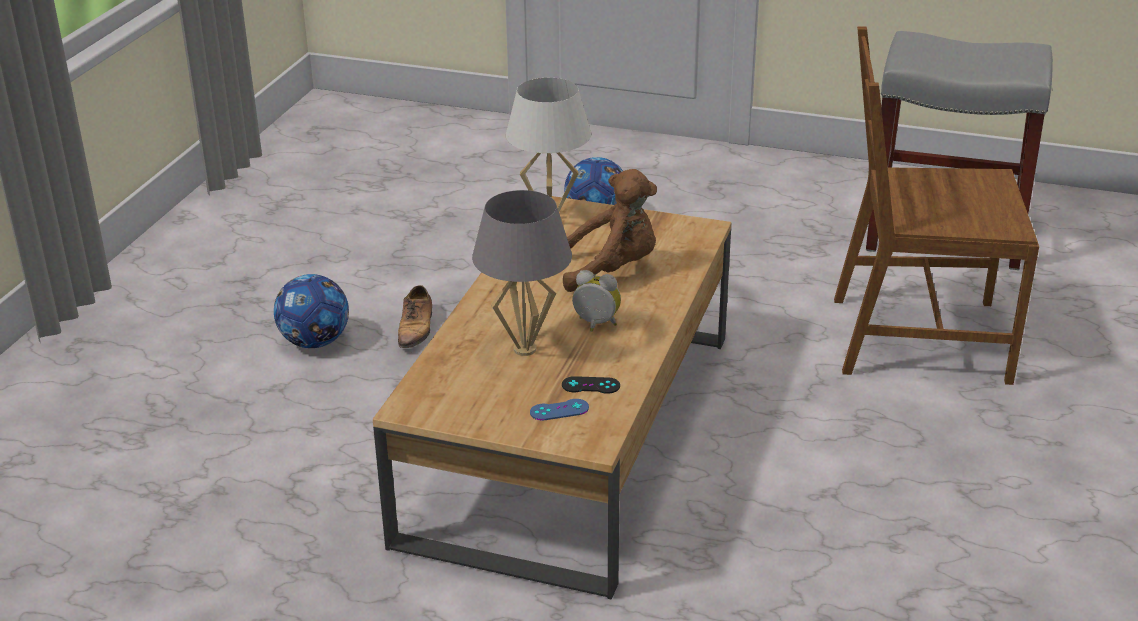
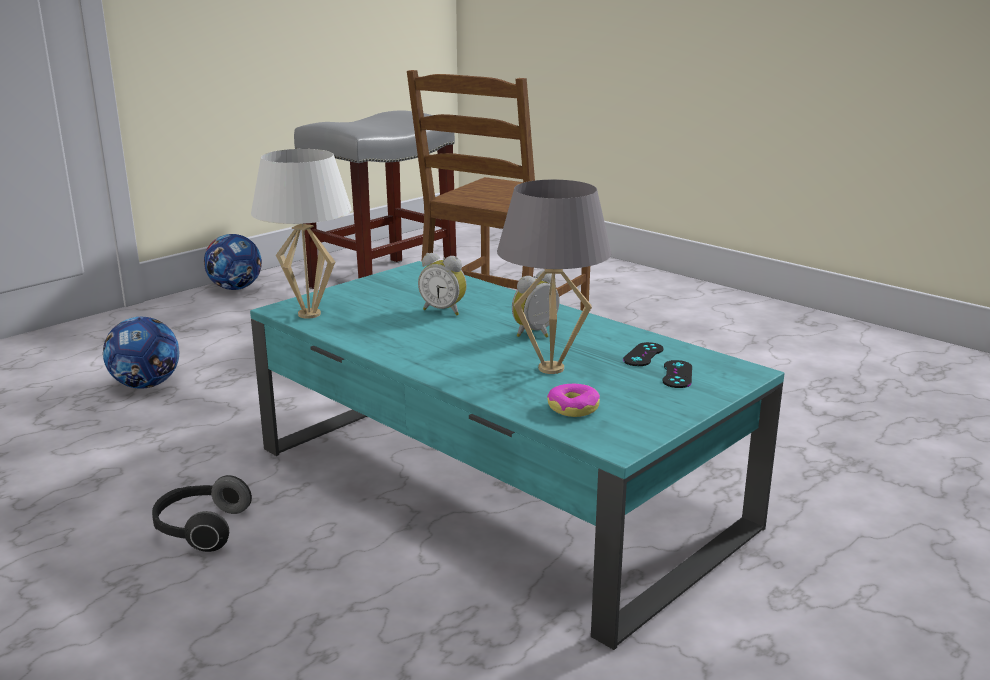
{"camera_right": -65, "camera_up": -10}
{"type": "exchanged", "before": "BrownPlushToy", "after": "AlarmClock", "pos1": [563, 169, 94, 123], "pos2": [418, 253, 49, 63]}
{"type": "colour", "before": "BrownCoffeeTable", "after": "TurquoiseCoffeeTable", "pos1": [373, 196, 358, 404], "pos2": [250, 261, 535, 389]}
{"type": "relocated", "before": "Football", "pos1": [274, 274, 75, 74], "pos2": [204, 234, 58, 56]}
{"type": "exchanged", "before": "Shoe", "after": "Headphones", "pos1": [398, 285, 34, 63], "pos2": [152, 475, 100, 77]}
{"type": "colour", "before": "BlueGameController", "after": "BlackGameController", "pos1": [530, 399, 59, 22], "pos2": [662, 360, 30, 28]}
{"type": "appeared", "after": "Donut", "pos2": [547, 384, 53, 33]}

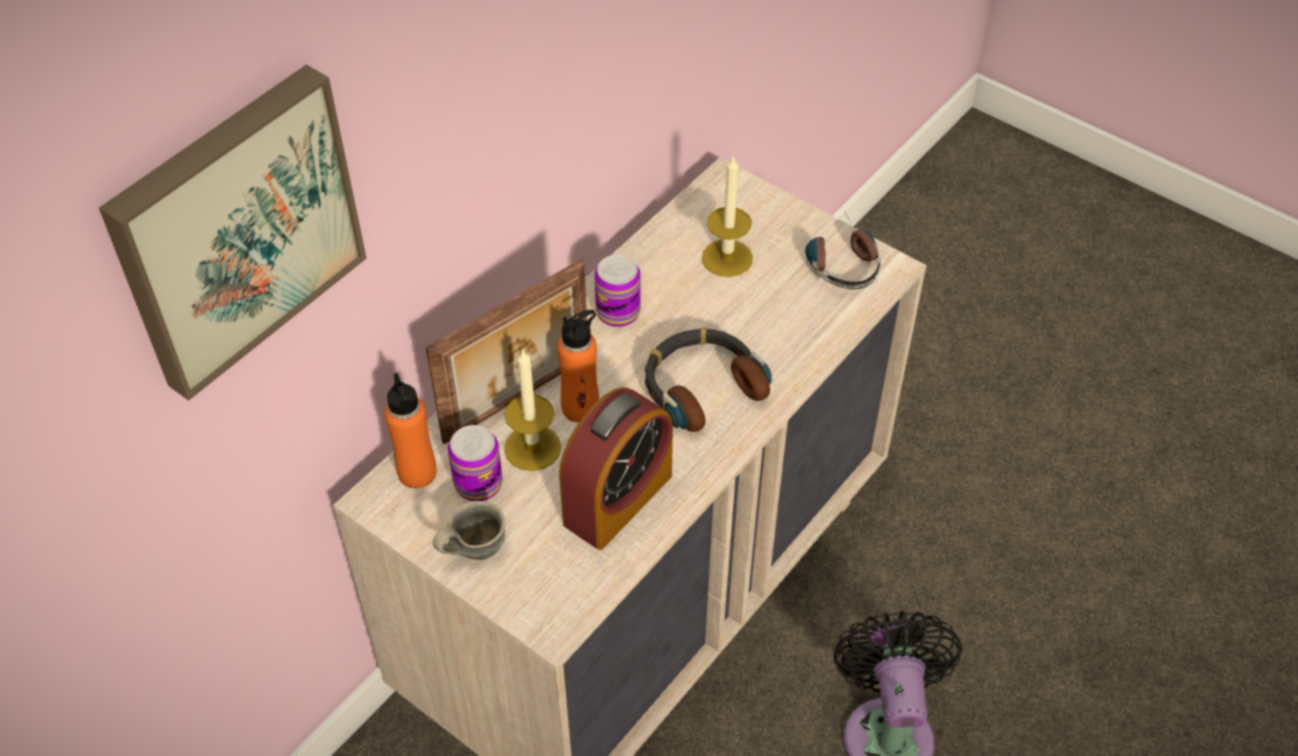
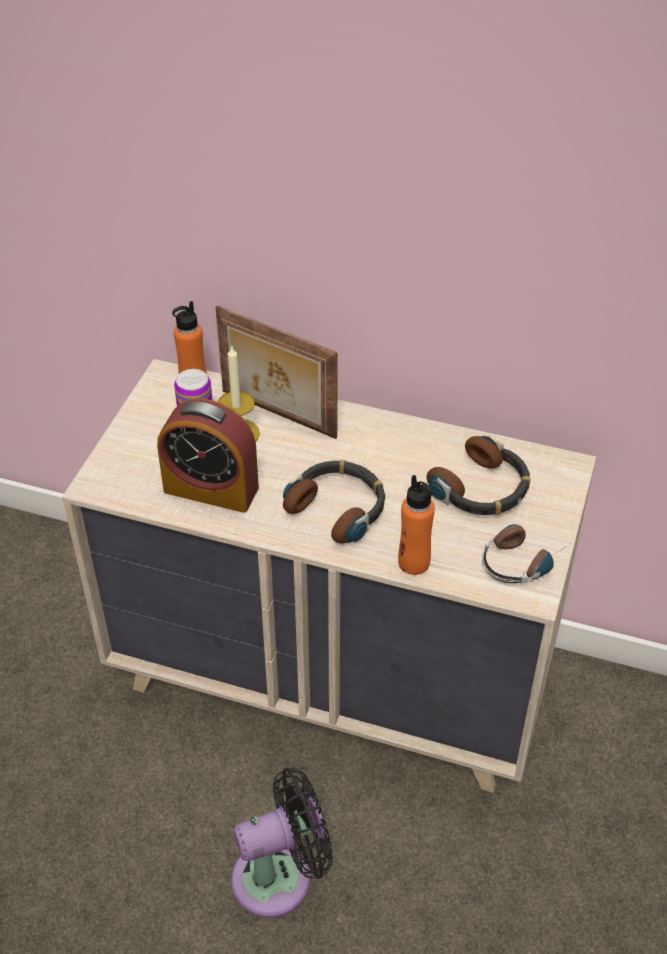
{"camera_right": 70, "camera_up": -5}
{"type": "missing", "before": "Picture", "pos1": [99, 64, 268, 337]}
{"type": "exchanged", "before": "Candle", "after": "Headphones", "pos1": [702, 155, 51, 122], "pos2": [427, 435, 103, 80]}
{"type": "missing", "before": "Can", "pos1": [595, 255, 46, 72]}
{"type": "relocated", "before": "OrangeBottle", "pos1": [557, 310, 42, 113], "pos2": [398, 475, 37, 100]}
{"type": "missing", "before": "GreyMug", "pos1": [433, 501, 72, 59]}

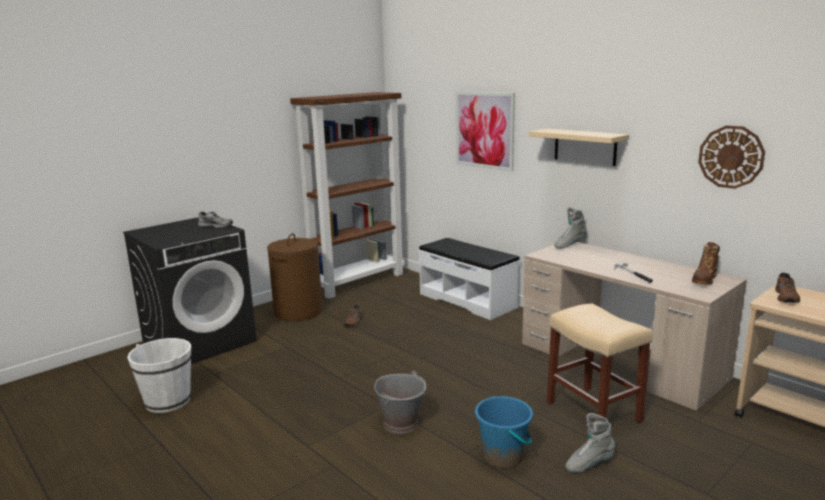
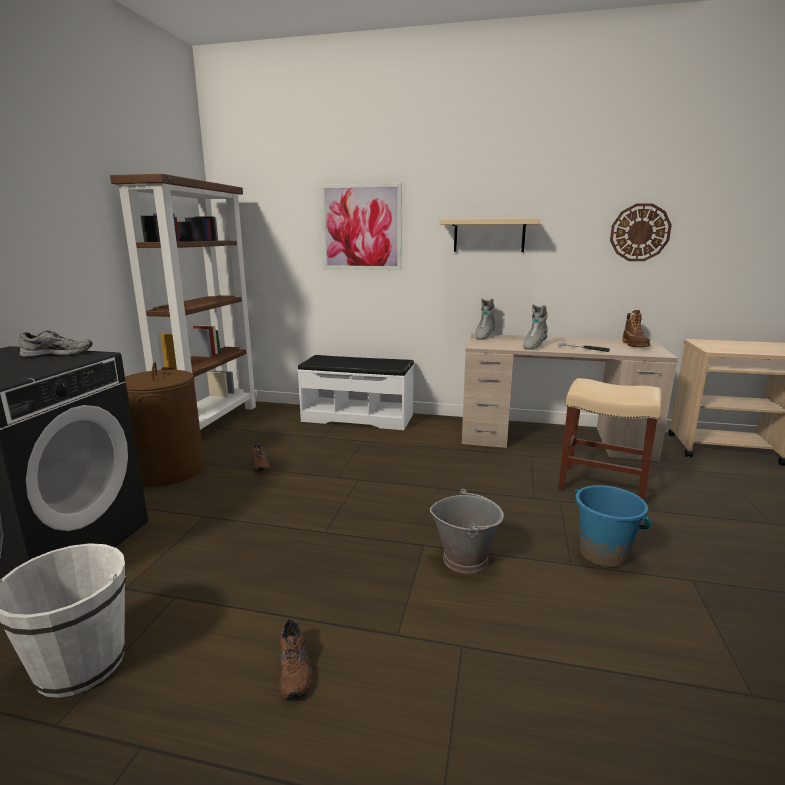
{"camera_right": -35, "camera_up": 0}
{"type": "relocated", "before": "BrownShoe", "pos1": [775, 272, 25, 31], "pos2": [279, 618, 34, 81]}
{"type": "relocated", "before": "GreyBoot", "pos1": [565, 413, 50, 59], "pos2": [523, 304, 25, 46]}

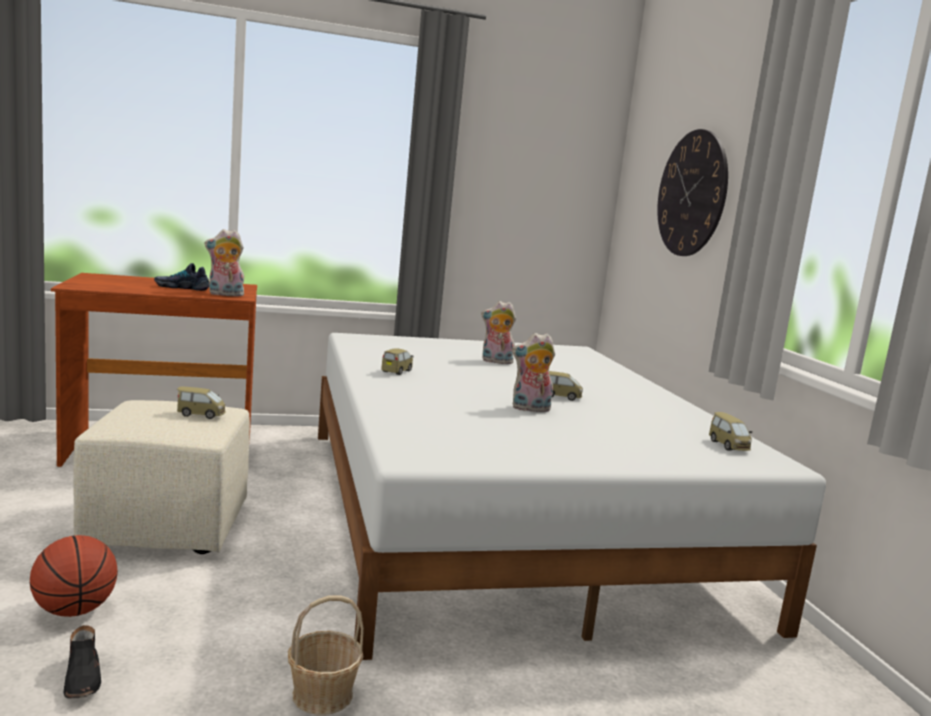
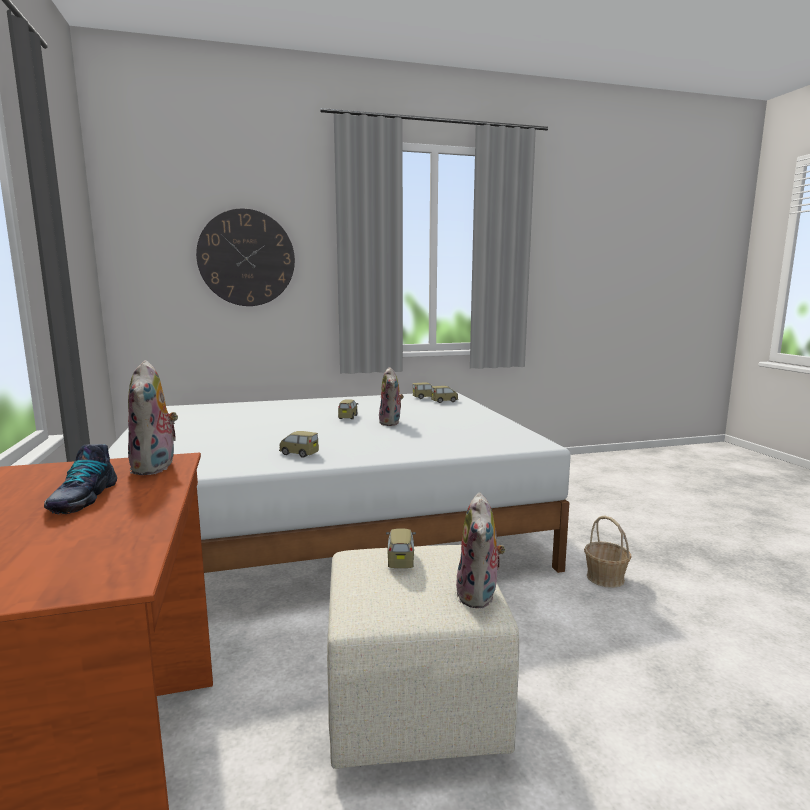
{"camera_right": -90, "camera_up": 0}
{"type": "relocated", "before": "PlushToy", "pos1": [481, 301, 35, 63], "pos2": [456, 492, 50, 116]}
{"type": "missing", "before": "Basketball", "pos1": [30, 535, 88, 82]}
{"type": "missing", "before": "BlackShoe", "pos1": [63, 625, 38, 73]}
{"type": "appeared", "after": "ToyCar", "pos2": [431, 386, 27, 17]}

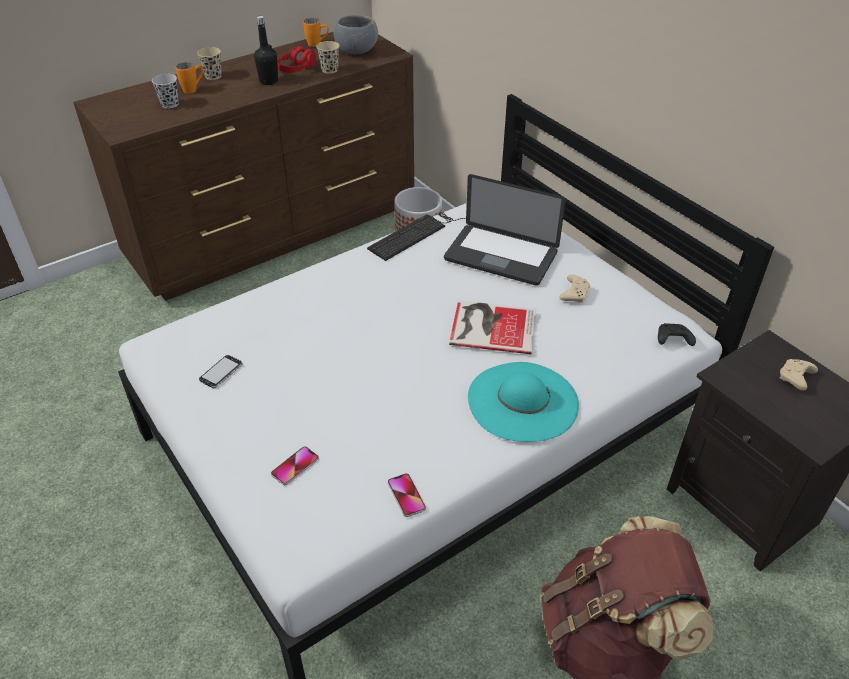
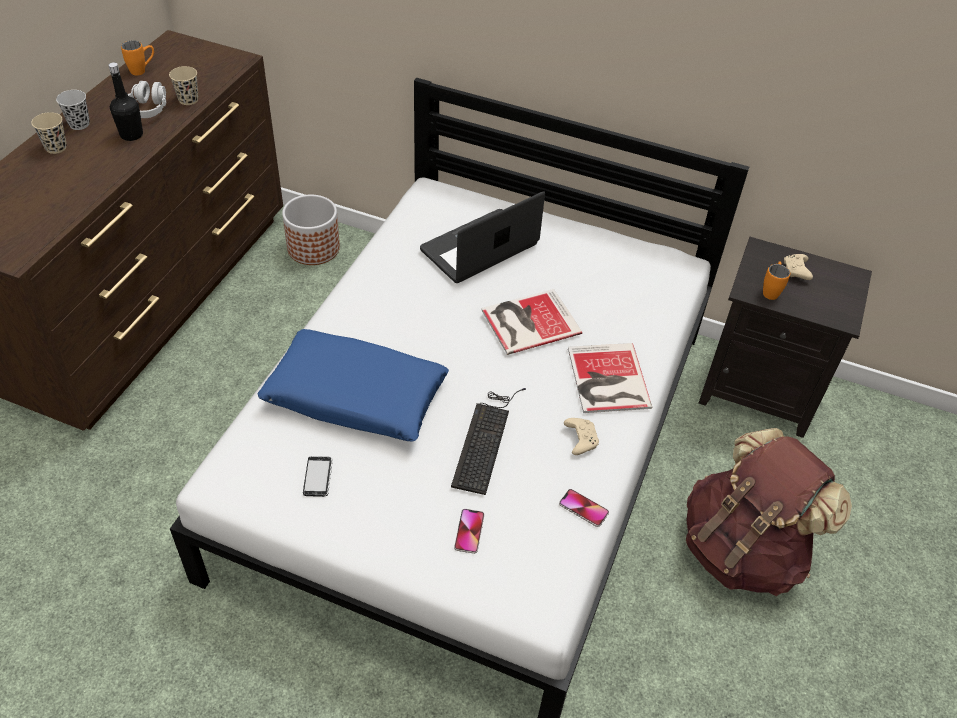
{"camera_right": -35, "camera_up": 5}
{"type": "missing", "before": "GreyBowl", "pos1": [334, 15, 44, 39]}
{"type": "colour", "before": "RedHeadphones", "after": "GreyHeadphones", "pos1": [277, 46, 39, 27], "pos2": [128, 81, 39, 37]}
{"type": "relocated", "before": "OrangeMug", "pos1": [176, 62, 27, 32], "pos2": [763, 262, 27, 38]}
{"type": "relocated", "before": "BlackCup", "pos1": [152, 74, 27, 35], "pos2": [56, 90, 34, 40]}
{"type": "spun", "before": "Laptop", "pos1": [444, 174, 122, 111], "pos2": [420, 191, 125, 92], "turn": 150}
{"type": "relocated", "before": "Keyboard", "pos1": [367, 212, 99, 49], "pos2": [451, 388, 75, 107]}
{"type": "relocated", "before": "BeigeGameController", "pos1": [560, 275, 30, 28], "pos2": [564, 418, 35, 37]}
{"type": "missing", "before": "BlackGameController", "pos1": [658, 323, 38, 23]}
{"type": "exchanged", "before": "TurquoiseHat", "after": "Book", "pos1": [468, 362, 111, 80], "pos2": [568, 343, 84, 70]}
{"type": "appeared", "after": "BluePillow", "pos2": [257, 329, 192, 112]}

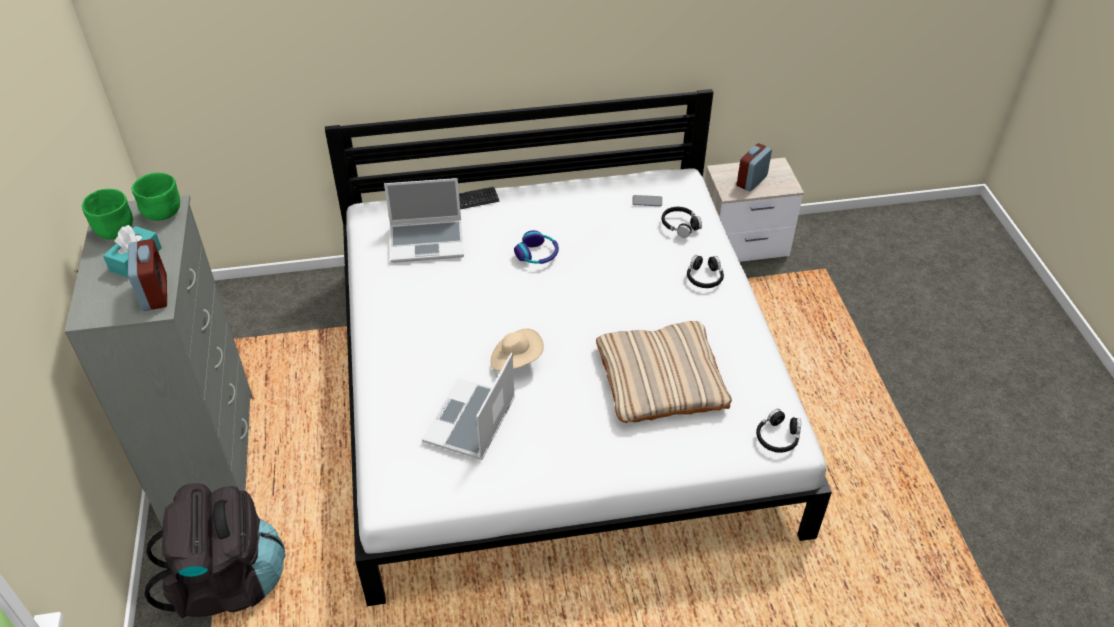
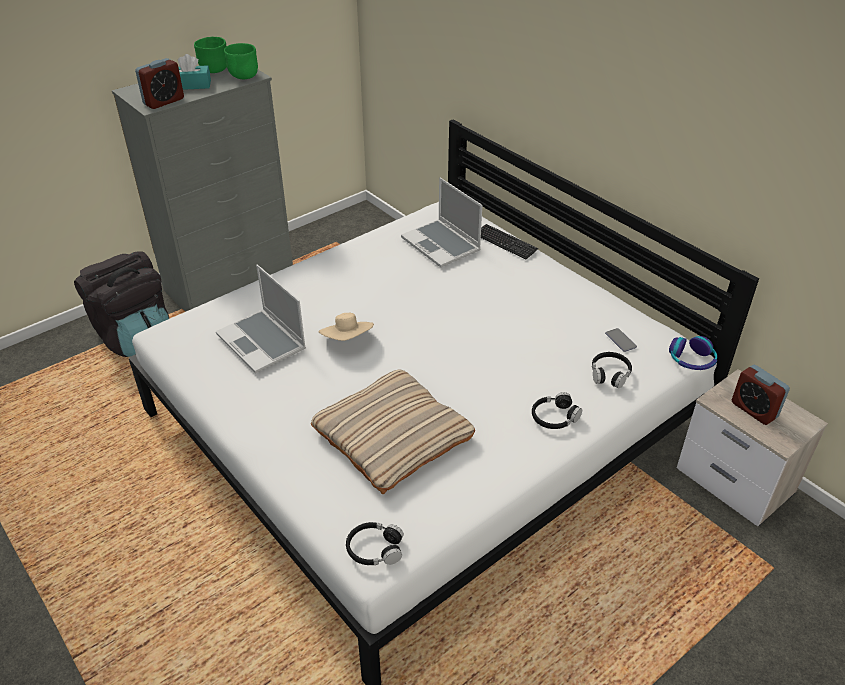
{"camera_right": 60, "camera_up": -5}
{"type": "spun", "before": "AlarmClock", "pos1": [737, 143, 35, 49], "pos2": [732, 365, 58, 60], "turn": -135}
{"type": "relocated", "before": "Headphones", "pos1": [514, 230, 45, 34], "pos2": [669, 336, 48, 34]}
{"type": "spun", "before": "Laptop", "pos1": [422, 353, 93, 107], "pos2": [216, 265, 90, 108], "turn": -120}

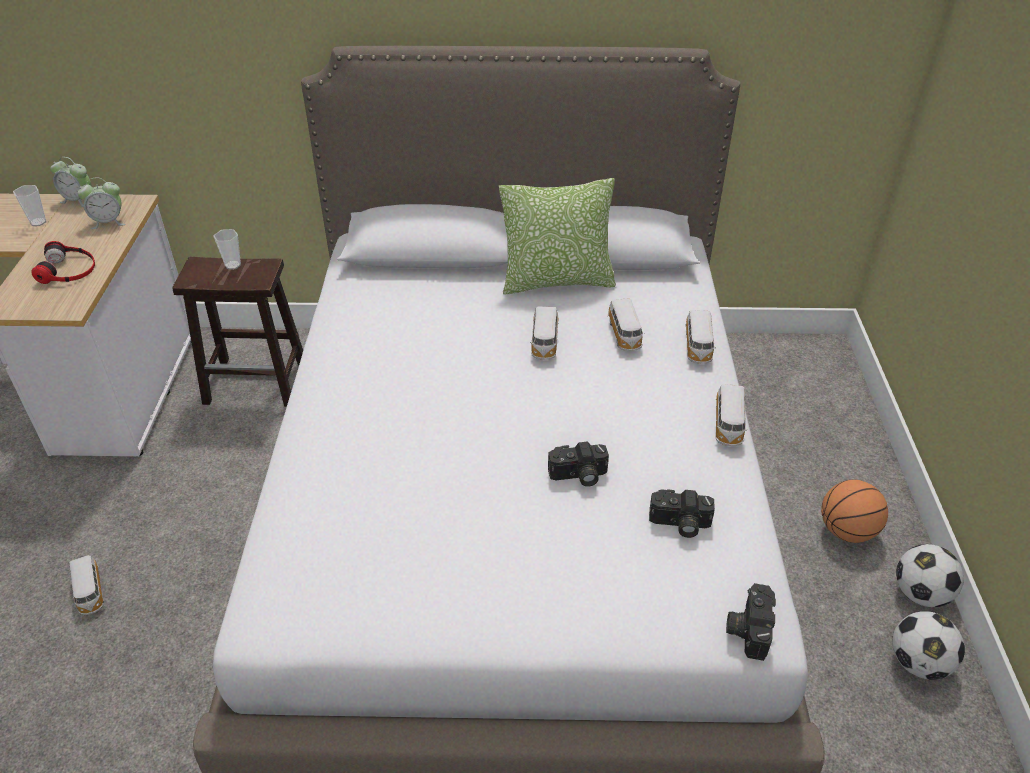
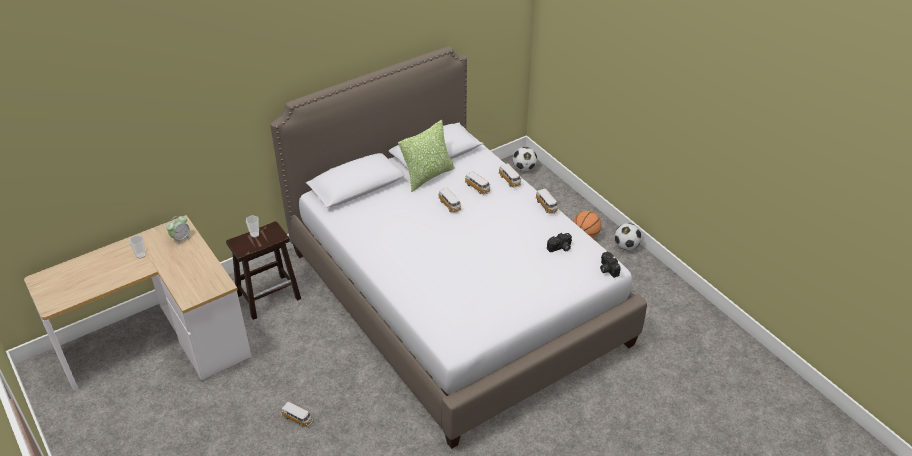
{"camera_right": -35, "camera_up": 0}
{"type": "missing", "before": "AlarmClock", "pos1": [50, 157, 41, 50]}
{"type": "missing", "before": "Headphones", "pos1": [31, 241, 64, 43]}
{"type": "missing", "before": "PhotoCamera", "pos1": [548, 441, 61, 46]}
{"type": "relocated", "before": "Football", "pos1": [892, 611, 73, 69], "pos2": [513, 147, 24, 24]}

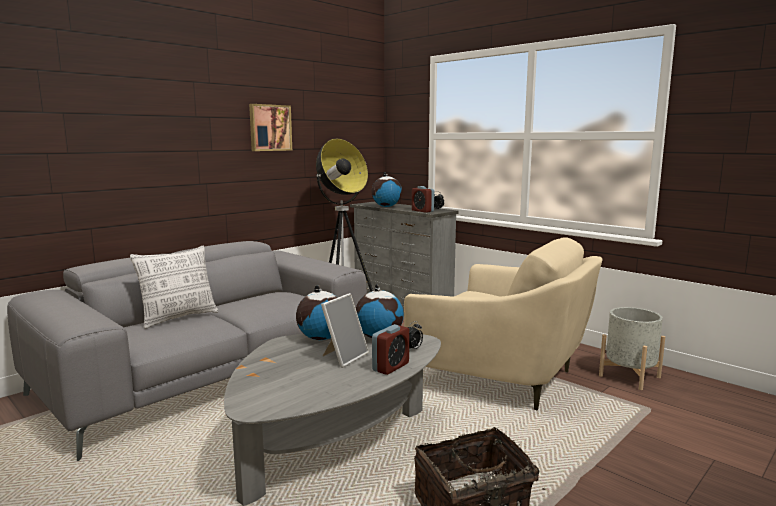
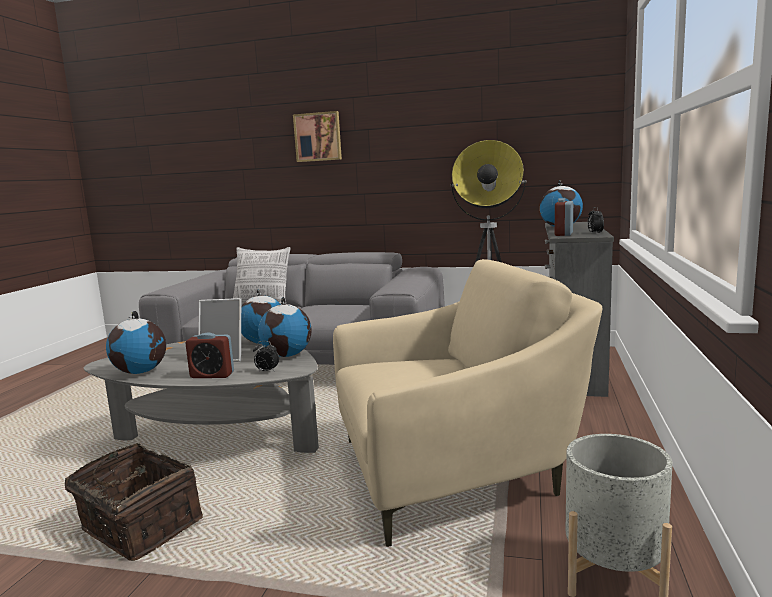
{"camera_right": 60, "camera_up": 0}
{"type": "relocated", "before": "Picture", "pos1": [249, 104, 43, 47], "pos2": [293, 111, 49, 51]}
{"type": "spun", "before": "BeigeArmchair", "pos1": [404, 237, 198, 173], "pos2": [333, 259, 270, 288], "turn": -105}
{"type": "appeared", "after": "Globe", "pos2": [106, 311, 60, 63]}

